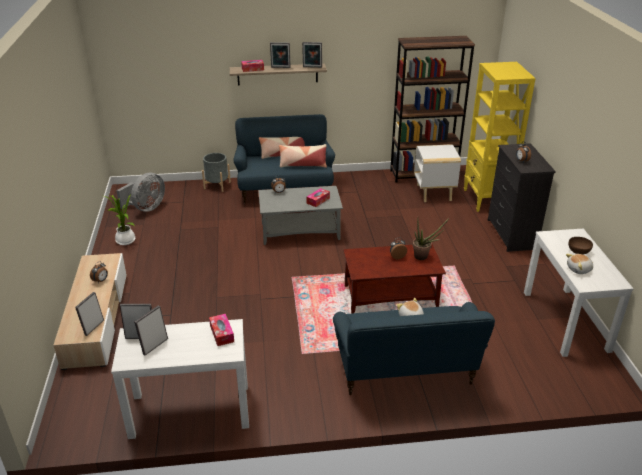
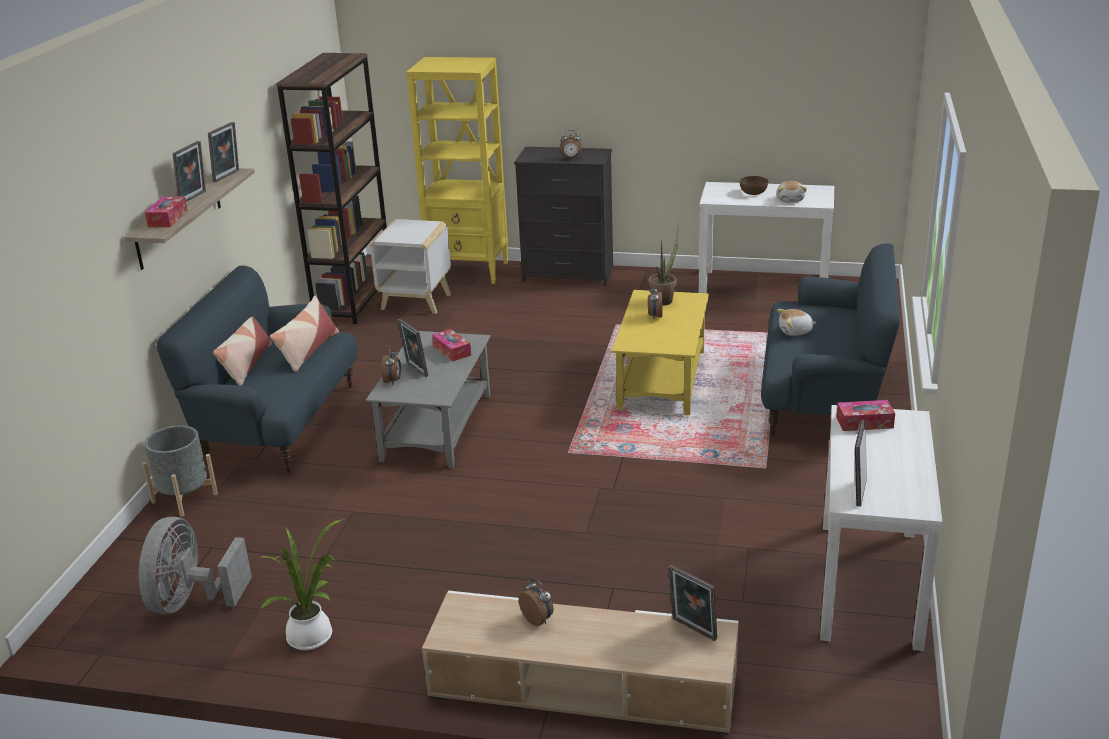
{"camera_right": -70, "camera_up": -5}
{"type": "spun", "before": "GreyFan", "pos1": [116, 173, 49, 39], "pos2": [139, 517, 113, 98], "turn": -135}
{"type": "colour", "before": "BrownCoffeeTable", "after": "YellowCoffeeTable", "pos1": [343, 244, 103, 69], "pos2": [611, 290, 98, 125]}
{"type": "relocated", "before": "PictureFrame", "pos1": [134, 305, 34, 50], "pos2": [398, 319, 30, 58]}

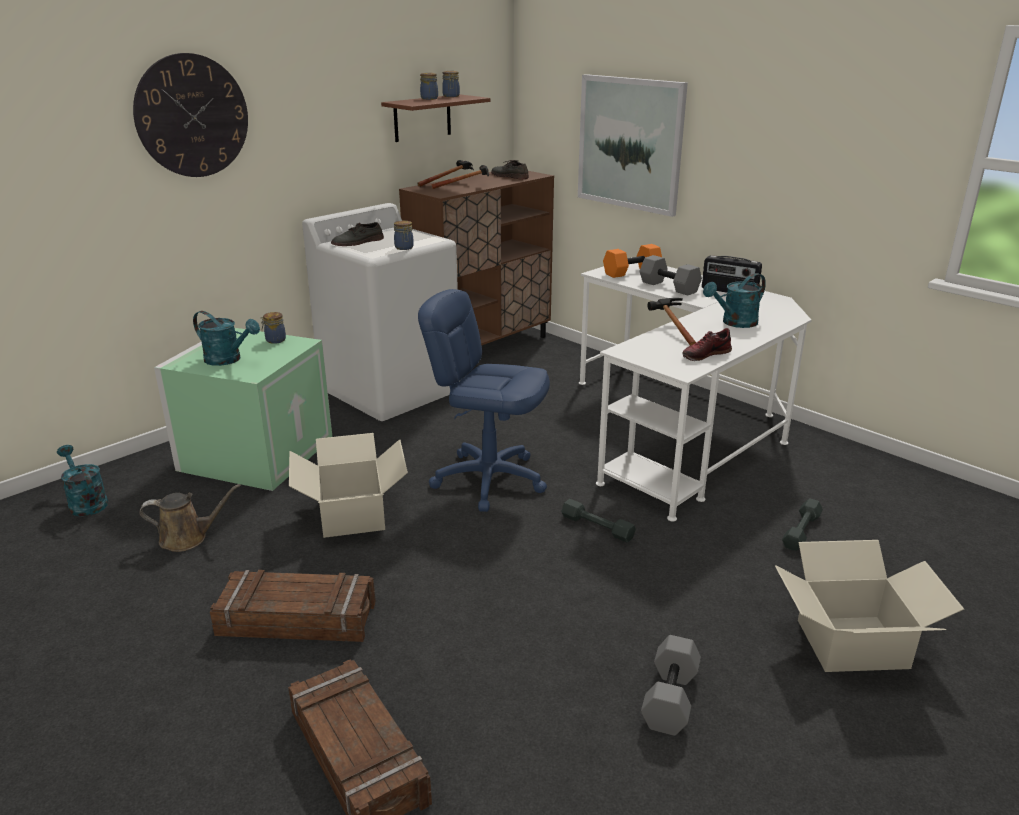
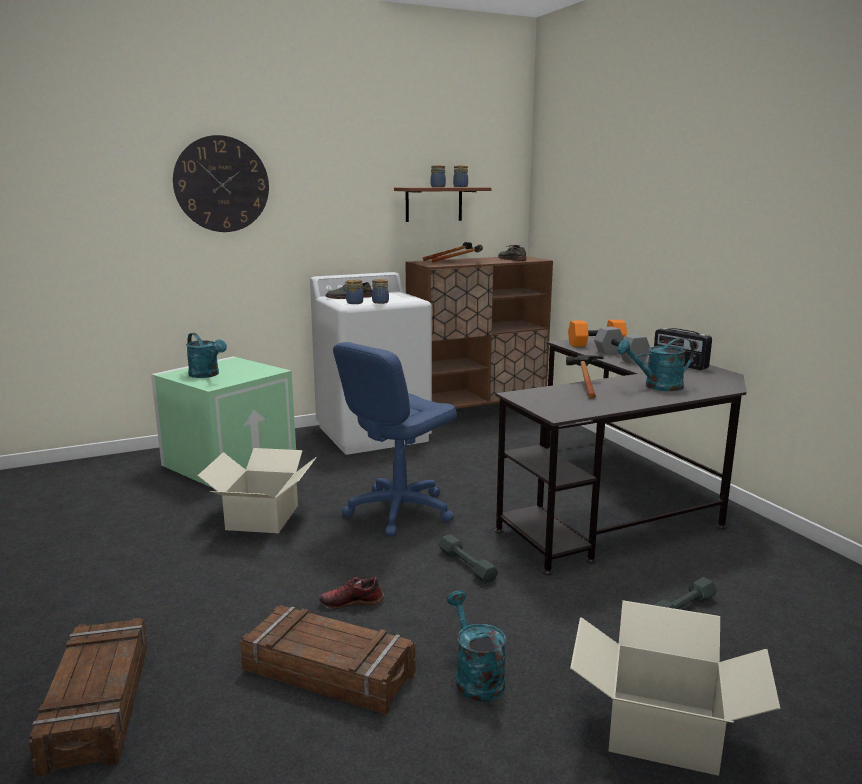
{"camera_right": 20, "camera_up": -10}
{"type": "missing", "before": "Picture", "pos1": [578, 74, 110, 143]}
{"type": "colour", "before": "WhiteDesk", "after": "BlackDesk", "pos1": [579, 257, 232, 264], "pos2": [495, 337, 251, 238]}
{"type": "spun", "before": "BlueOfficeChair", "pos1": [418, 289, 132, 223], "pos2": [333, 342, 124, 194], "turn": -90}
{"type": "relocated", "before": "Jar", "pos1": [261, 312, 25, 32], "pos2": [344, 279, 19, 25]}
{"type": "relocated", "before": "Shoe", "pos1": [682, 328, 50, 33], "pos2": [319, 577, 65, 32]}
{"type": "relocated", "before": "TurquoiseWateringCan", "pos1": [57, 445, 51, 71], "pos2": [447, 590, 59, 111]}
{"type": "missing", "before": "BrownWateringCan", "pos1": [139, 484, 101, 68]}
{"type": "relocated", "before": "Crate", "pos1": [210, 570, 166, 72], "pos2": [240, 605, 175, 110]}
{"type": "missing", "before": "GreyDumbbell", "pos1": [641, 635, 60, 101]}

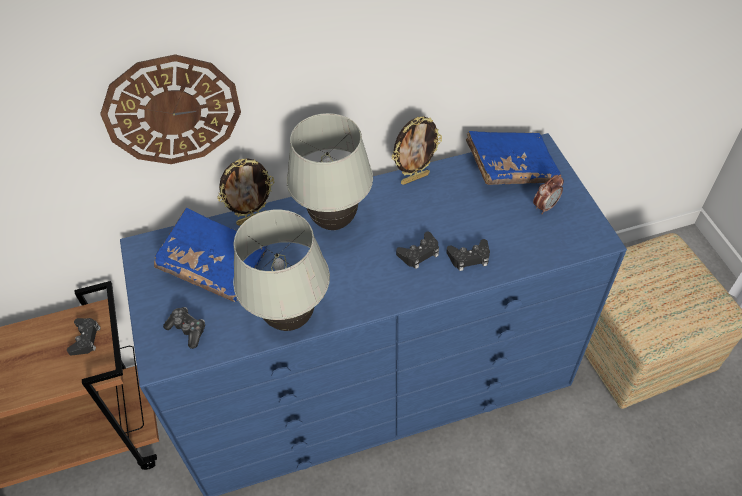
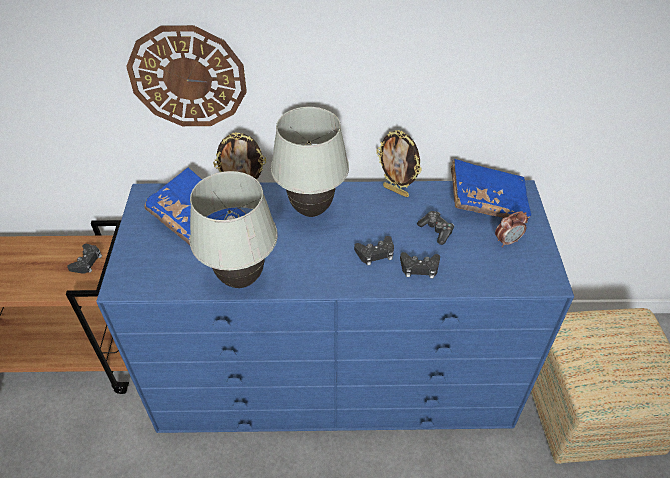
{"camera_right": 15, "camera_up": -5}
{"type": "spun", "before": "PictureFrame", "pos1": [391, 116, 51, 69], "pos2": [376, 130, 46, 67], "turn": 45}
{"type": "relocated", "before": "GameController", "pos1": [163, 307, 42, 42], "pos2": [417, 211, 37, 34]}

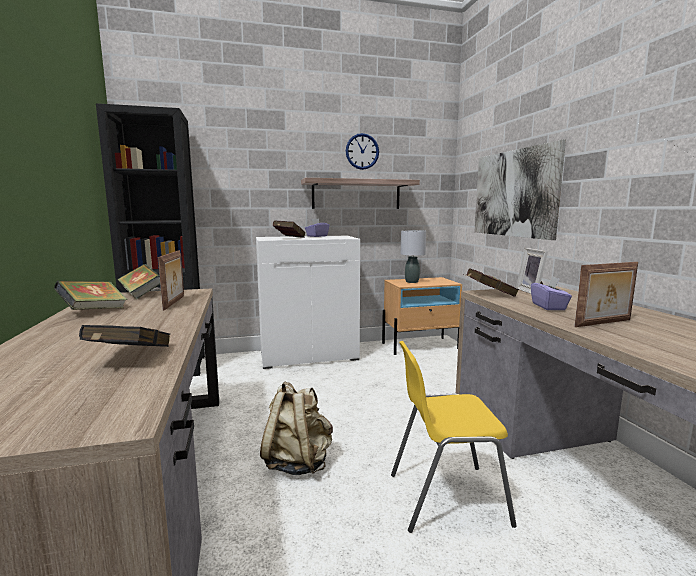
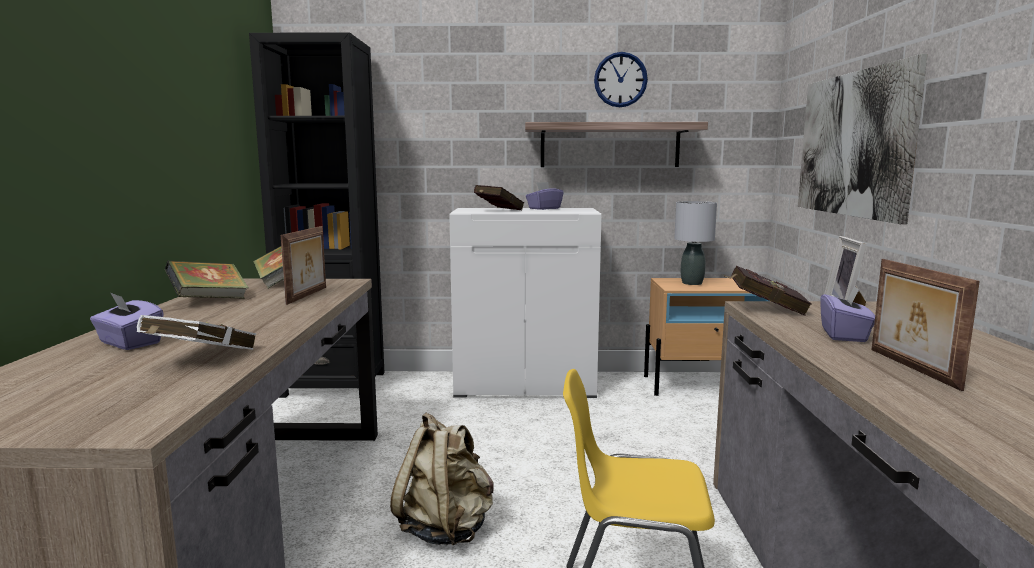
{"camera_right": 15, "camera_up": 0}
{"type": "spun", "before": "PictureFrame", "pos1": [574, 262, 64, 65], "pos2": [871, 259, 109, 132], "turn": 90}
{"type": "colour", "before": "BlackBook", "after": "WhiteBook", "pos1": [79, 325, 91, 22], "pos2": [137, 315, 119, 35]}
{"type": "appeared", "after": "PurpleTissueBox", "pos2": [90, 293, 74, 57]}

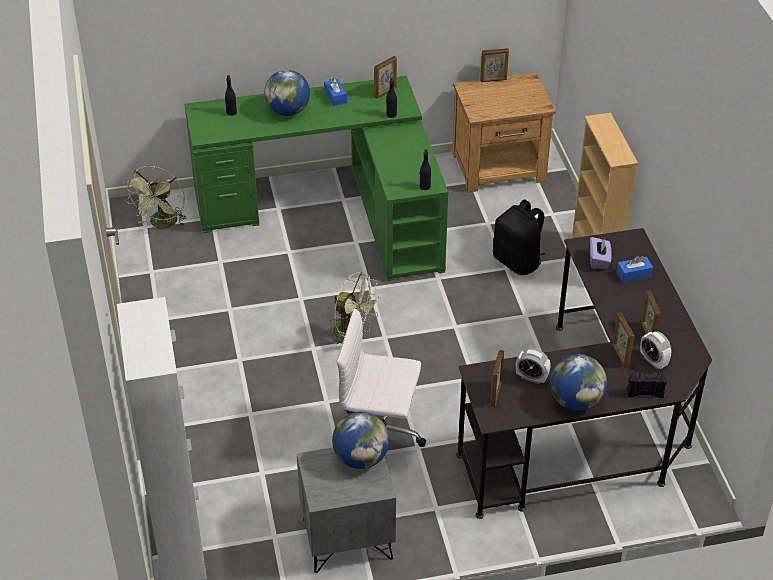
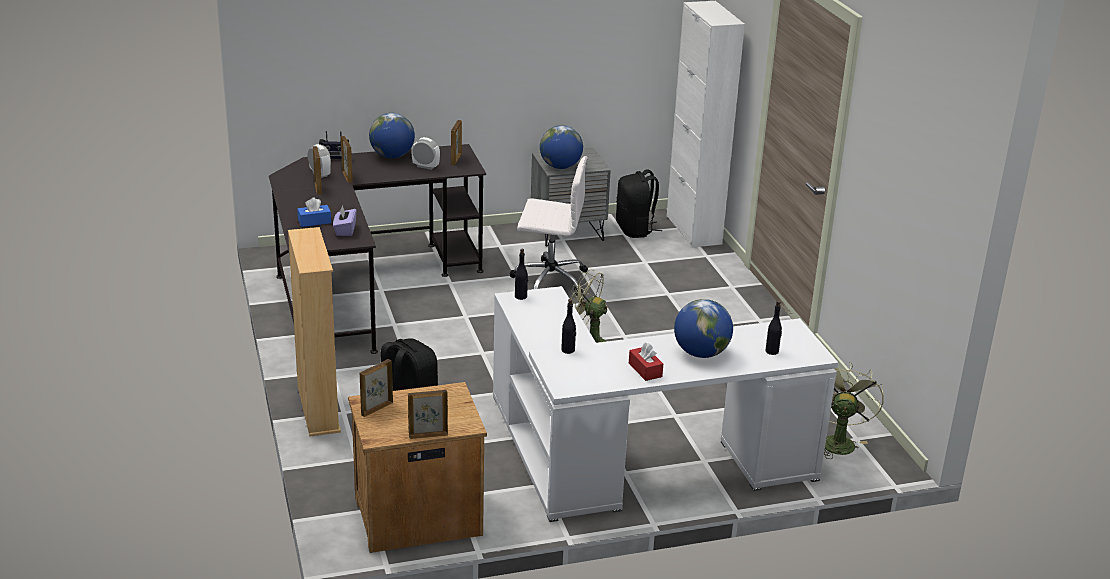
{"camera_right": 175, "camera_up": -15}
{"type": "relocated", "before": "PictureFrame", "pos1": [374, 56, 23, 43], "pos2": [360, 359, 33, 58]}
{"type": "colour", "before": "GreenDesk", "after": "WhiteDesk", "pos1": [184, 76, 265, 205], "pos2": [493, 286, 345, 236]}
{"type": "colour", "before": "BlueTissueBox", "after": "RedTissueBox", "pos1": [324, 78, 23, 28], "pos2": [629, 342, 34, 39]}
{"type": "appeared", "after": "BlackBackpack", "pos2": [616, 169, 46, 69]}

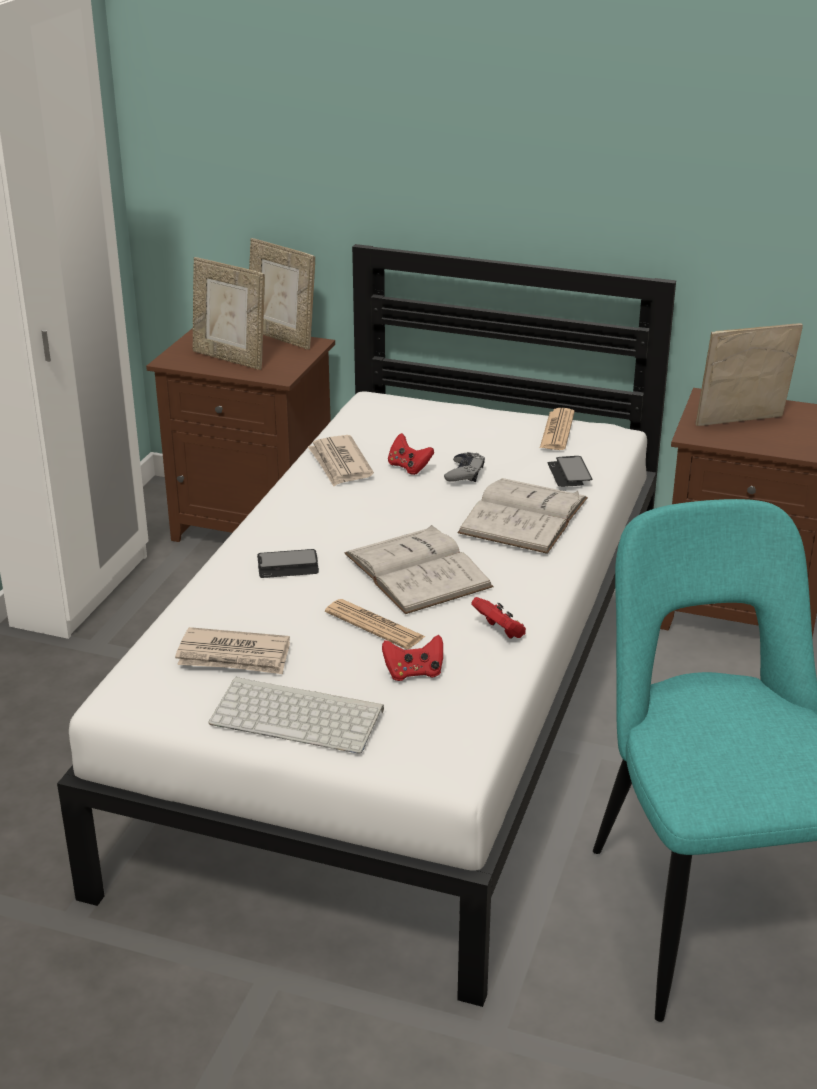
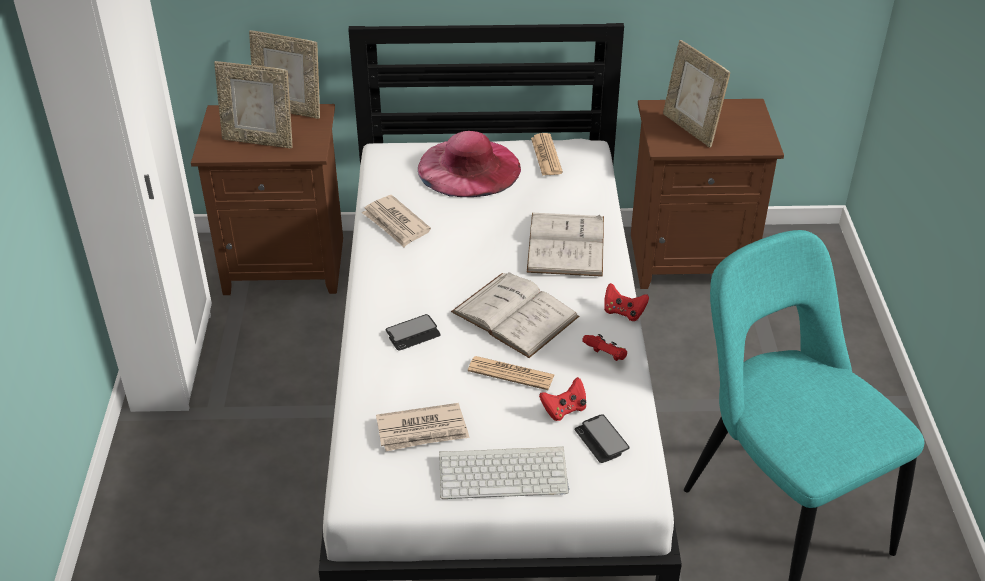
{"camera_right": -20, "camera_up": 10}
{"type": "spun", "before": "PictureFrame", "pos1": [696, 323, 107, 103], "pos2": [663, 40, 67, 107], "turn": -90}
{"type": "relocated", "before": "RedGameController", "pos1": [388, 433, 46, 42], "pos2": [604, 283, 45, 38]}
{"type": "missing", "before": "GreyGameController", "pos1": [444, 452, 41, 30]}
{"type": "relocated", "before": "Phone", "pos1": [548, 456, 44, 31], "pos2": [575, 414, 55, 49]}
{"type": "appeared", "after": "PinkHat", "pos2": [418, 131, 103, 66]}

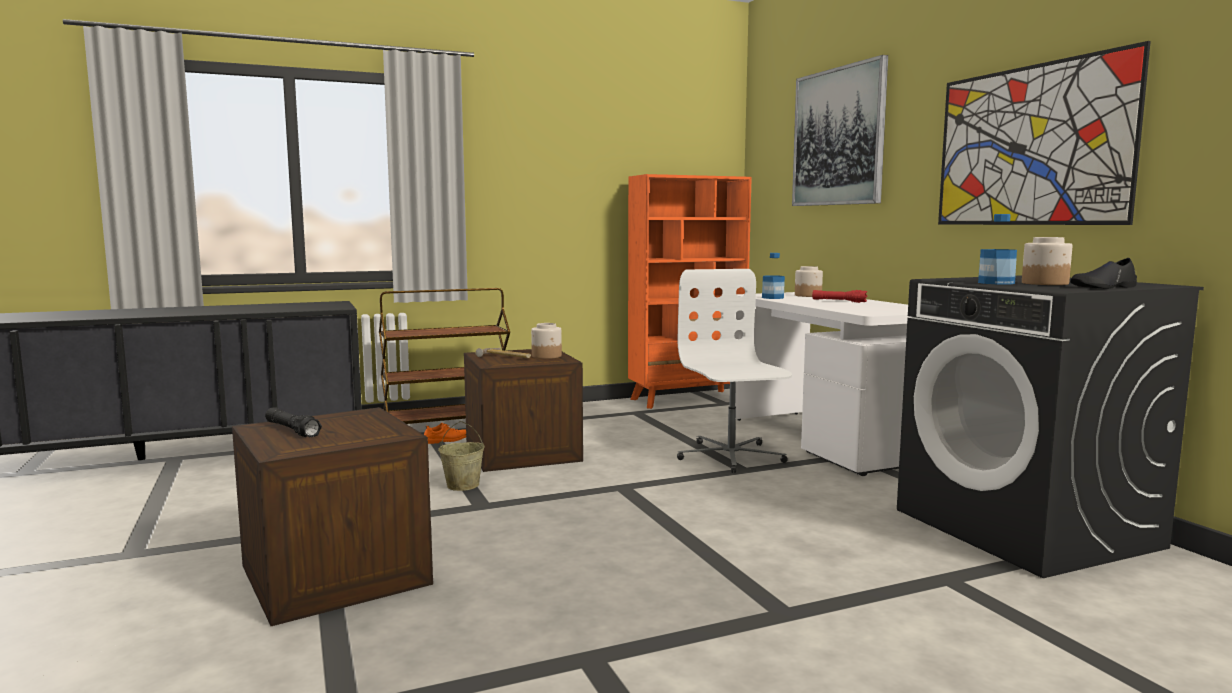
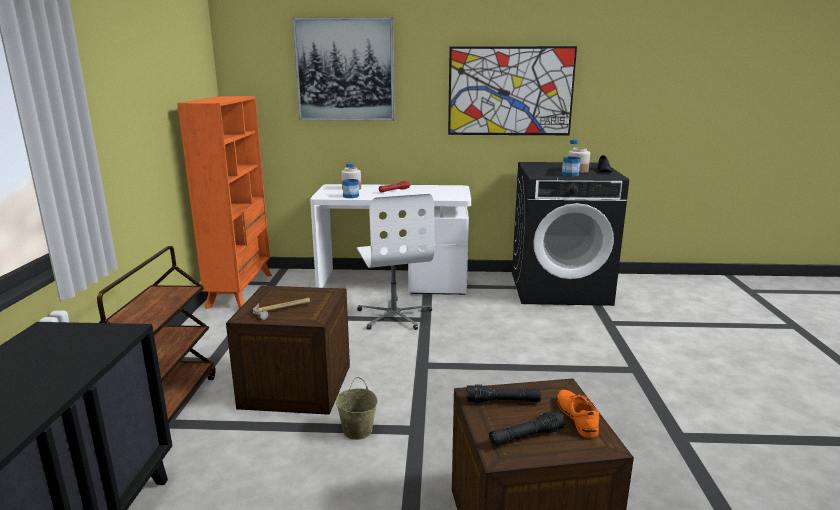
{"camera_right": -65, "camera_up": 10}
{"type": "spun", "before": "WhiteOfficeChair", "pos1": [677, 269, 115, 204], "pos2": [357, 194, 78, 136], "turn": -120}
{"type": "missing", "before": "Jar", "pos1": [531, 323, 31, 36]}
{"type": "relocated", "before": "OrangeShoe", "pos1": [424, 423, 42, 21], "pos2": [557, 390, 42, 47]}
{"type": "appeared", "after": "BlackFlashlight", "pos2": [466, 384, 75, 19]}

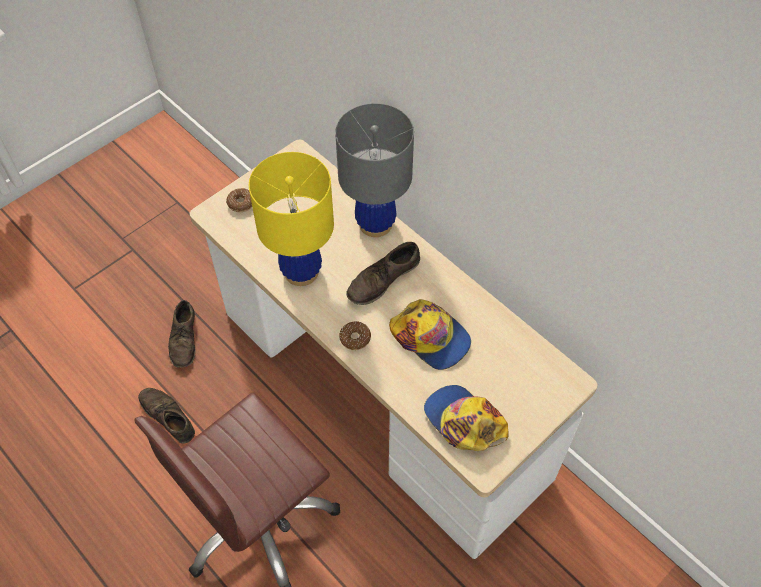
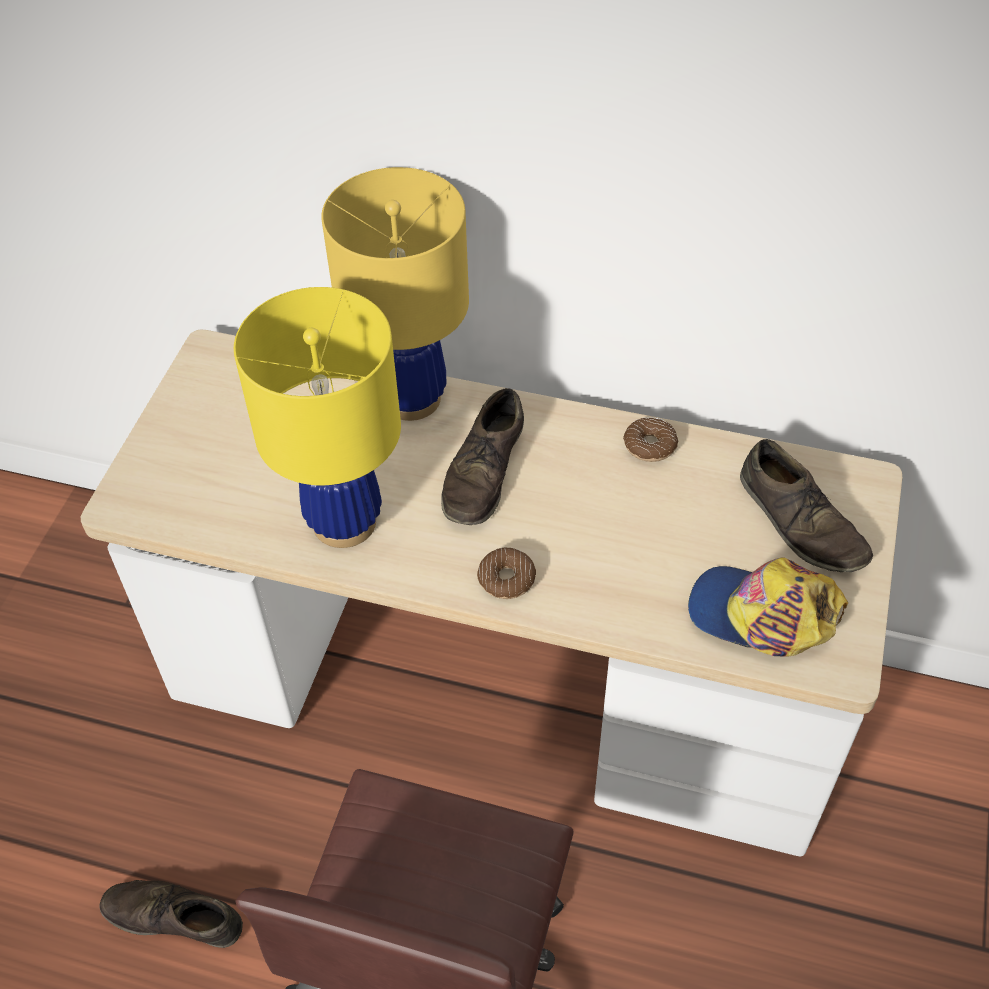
{"camera_right": -30, "camera_up": -5}
{"type": "colour", "before": "GreyTableLamp", "after": "YellowTableLamp", "pos1": [335, 103, 79, 134], "pos2": [321, 167, 148, 254]}
{"type": "relocated", "before": "Donut", "pos1": [226, 188, 26, 24], "pos2": [623, 417, 55, 45]}
{"type": "missing", "before": "Cap", "pos1": [389, 299, 82, 71]}
{"type": "relocated", "before": "BrownShoe", "pos1": [168, 300, 28, 68], "pos2": [740, 439, 133, 133]}

